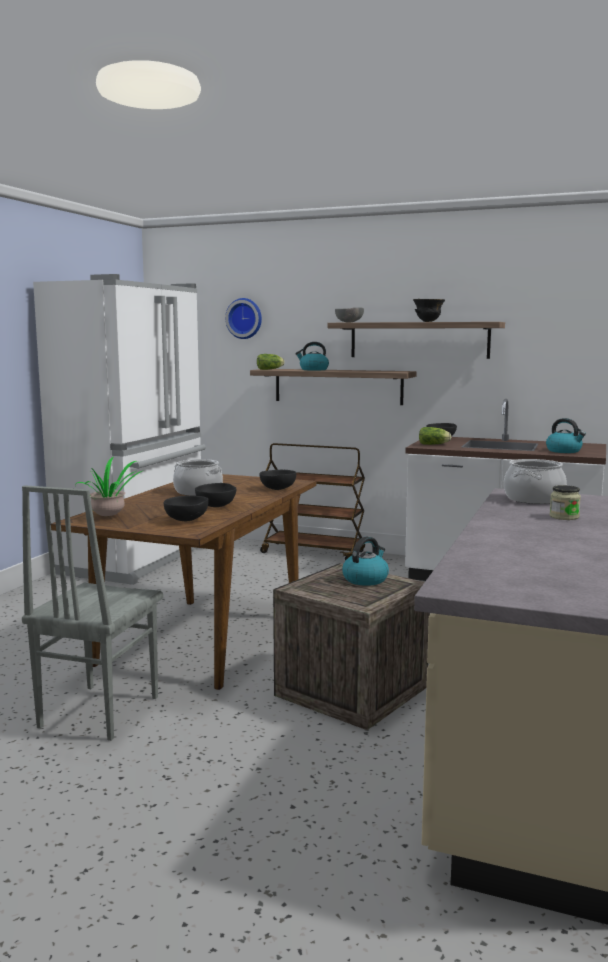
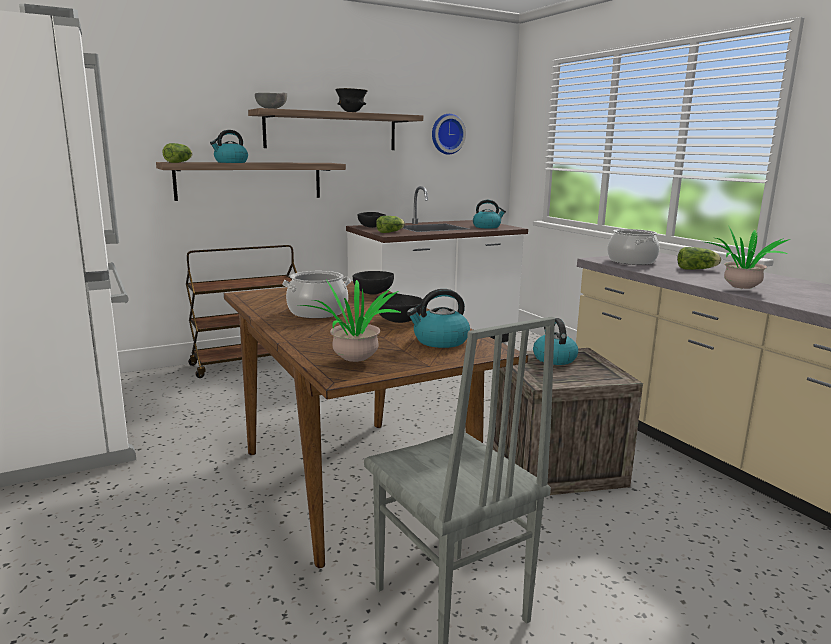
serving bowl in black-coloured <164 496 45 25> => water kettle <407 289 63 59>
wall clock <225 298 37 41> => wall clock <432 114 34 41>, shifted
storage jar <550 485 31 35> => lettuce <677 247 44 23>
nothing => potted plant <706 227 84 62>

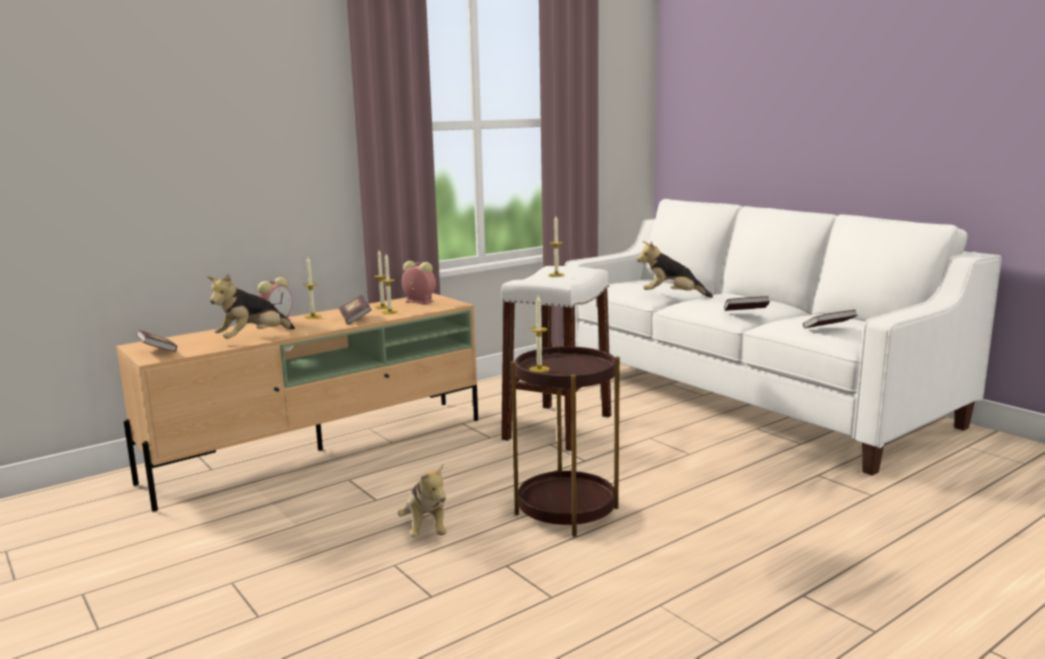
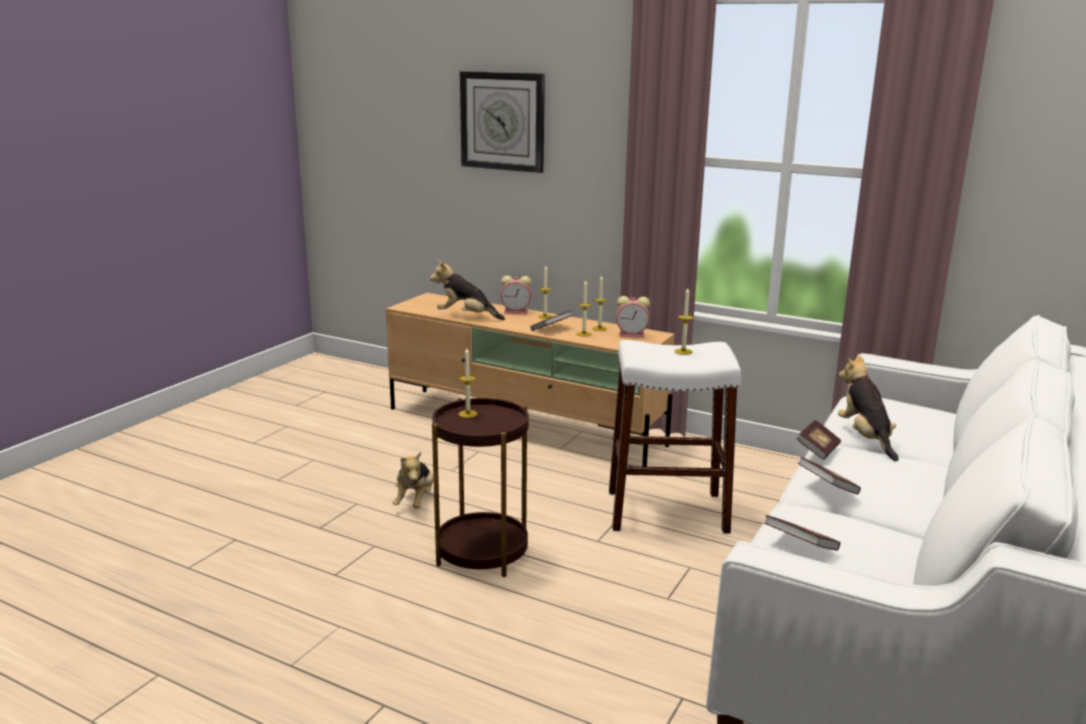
book <136 330 41 22> => book <796 420 45 40>, shifted
soft toy <398 464 48 73> => soft toy <393 452 41 56>, 45 degrees counterclockwise
table clock <402 261 34 43> => table clock <616 296 34 42>, 90 degrees clockwise
nothing => wall clock <460 71 85 102>

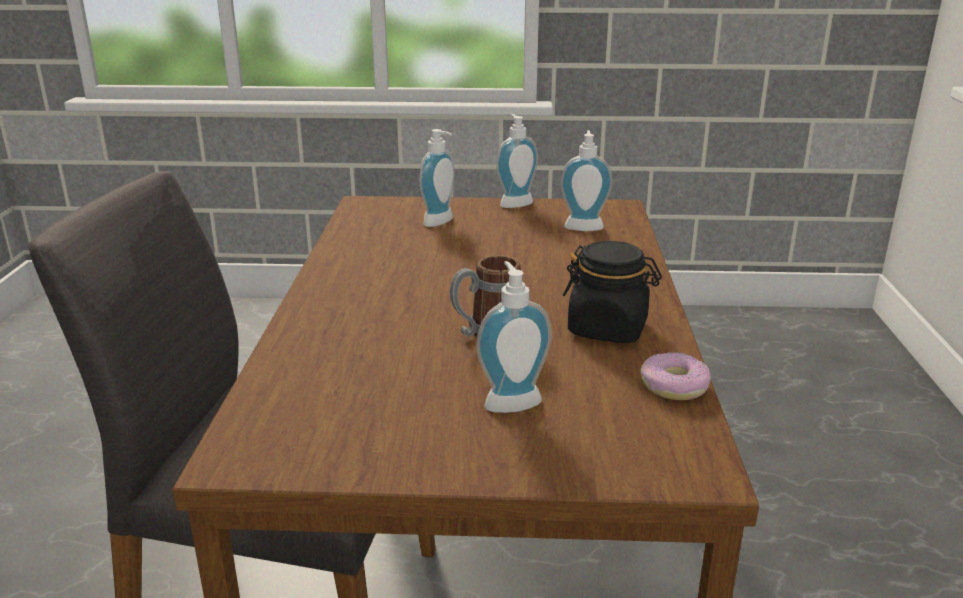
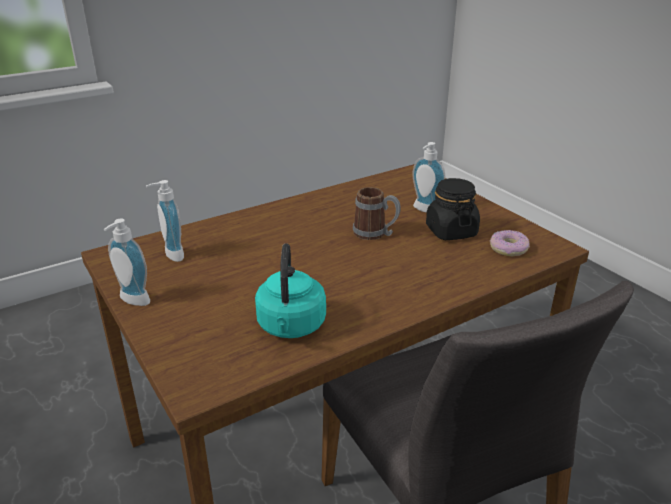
liquid soap bottle <420 129 34 98> => nothing
storage jar in black-coloured <563 241 99 102> => storage jar in black-coloured <426 178 54 62>, shifted
doughnut <640 352 71 48> => doughnut <490 230 40 26>, shifted
nothing => water kettle in turquoise-coloured <255 243 71 95>

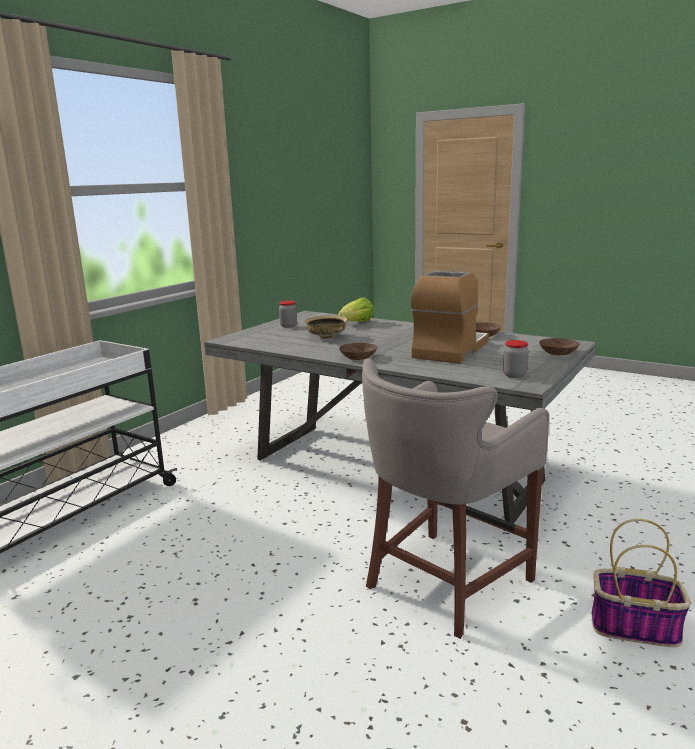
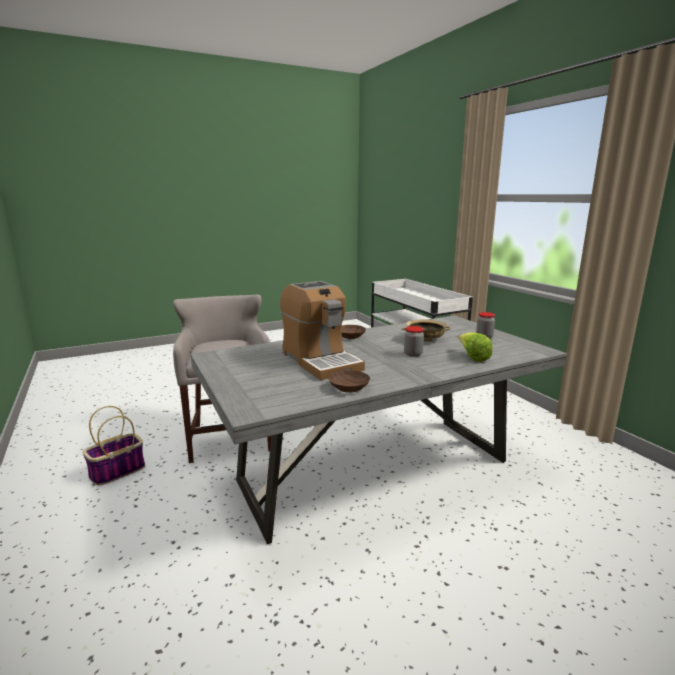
storage jar <503 340 25 38> => storage jar <404 326 20 31>, shifted
serving bowl in brown-coloured <539 338 40 17> => nothing

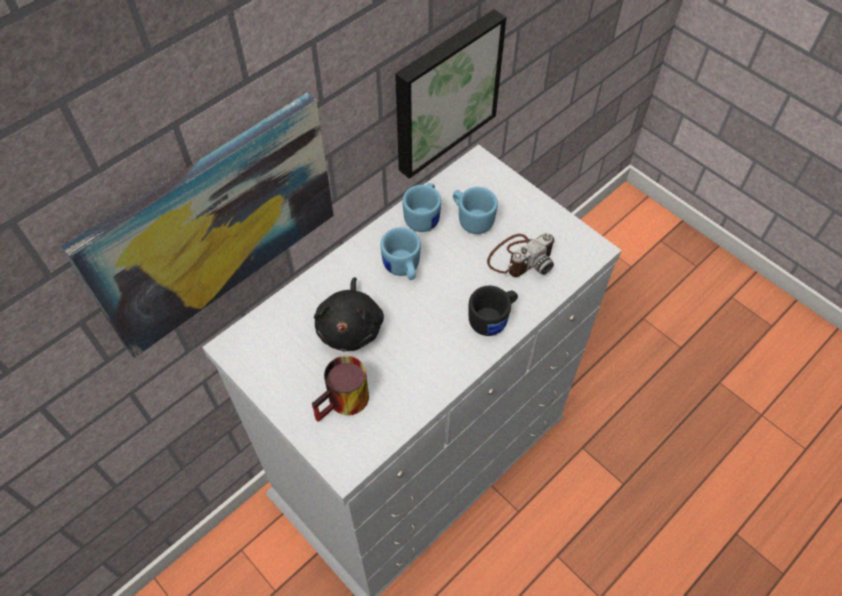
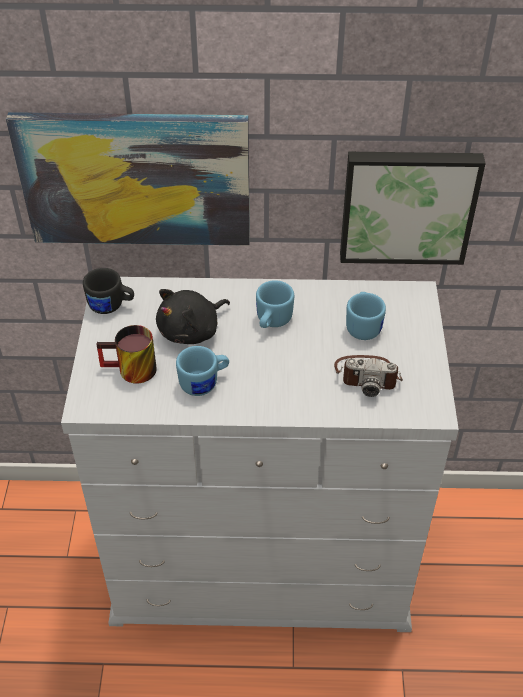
tea mug in bluish <402 183 39 49> => tea mug in bluish <176 346 53 50>, shifted
tea mug in black-coloured <469 286 49 50> => tea mug in black-coloured <83 268 51 46>, shifted

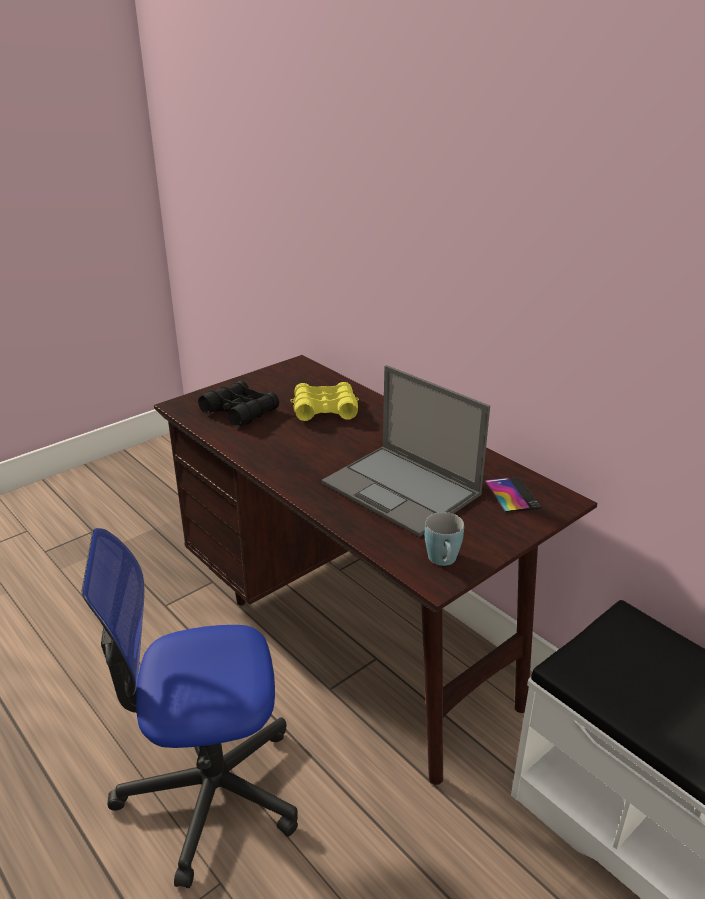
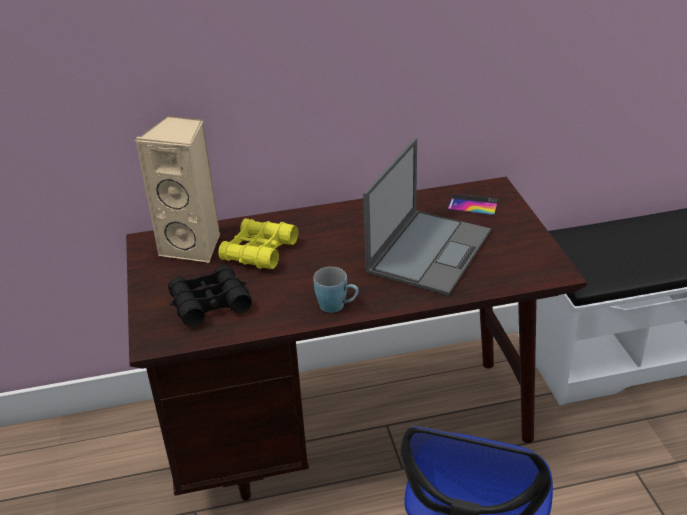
laptop <322 365 168 172> => laptop <363 138 128 158>, 45 degrees counterclockwise
tea mug in bluish <425 512 39 54> => tea mug in bluish <313 267 46 46>, shifted
nothing => speaker in beige <135 116 85 148>

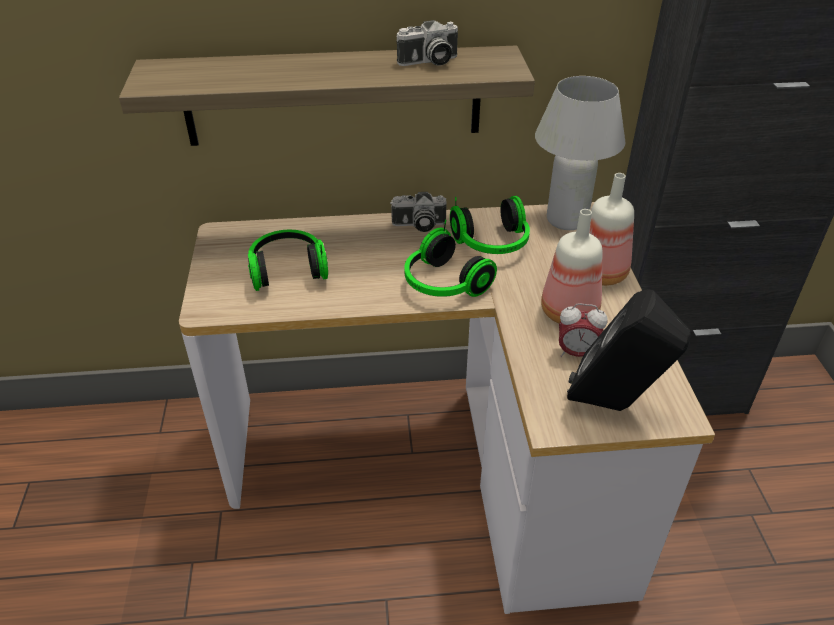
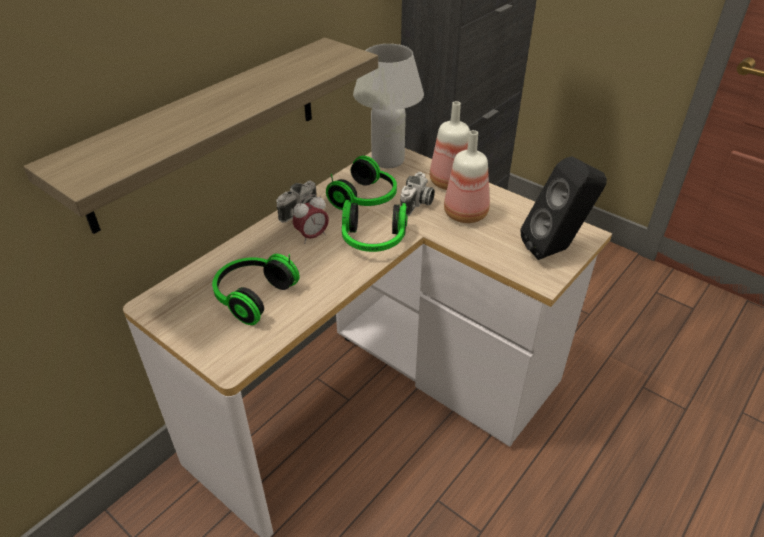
photo camera <396 20 62 46> => photo camera <400 172 35 44>, shifted
table clock <559 303 49 54> => table clock <293 194 36 50>, shifted

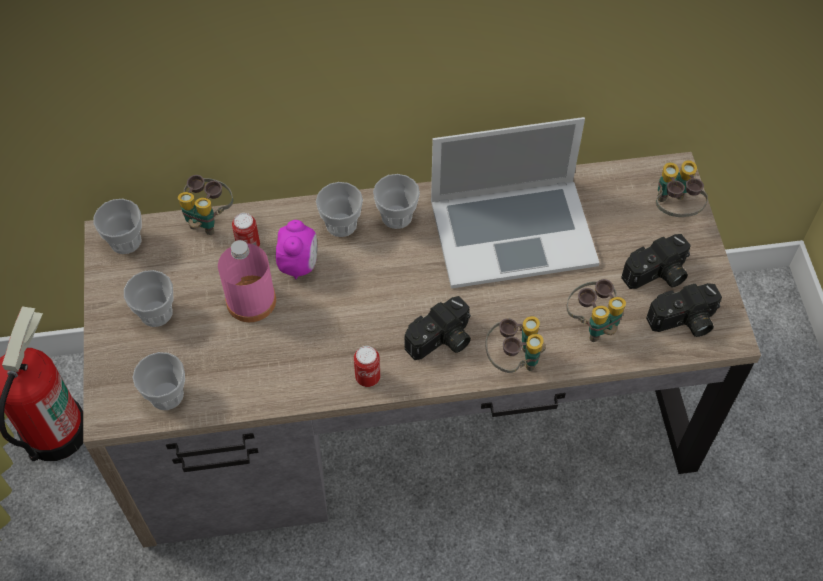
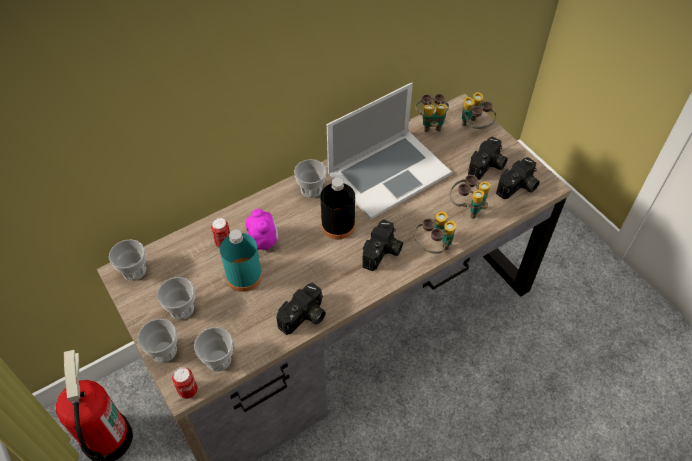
field glasses <178 175 55 60> => field glasses <415 94 34 38>, shifted
bottle in pink <218 240 58 82> => bottle in turquoise-coloured <220 230 43 62>
drinking cup <316 182 47 55> => drinking cup <137 319 40 44>, shifted
sealed can <354 346 26 41> => sealed can <172 367 26 32>, shifted
nothing => photo camera <276 283 50 52>
nothing => bottle in black-coloured <320 178 35 61>

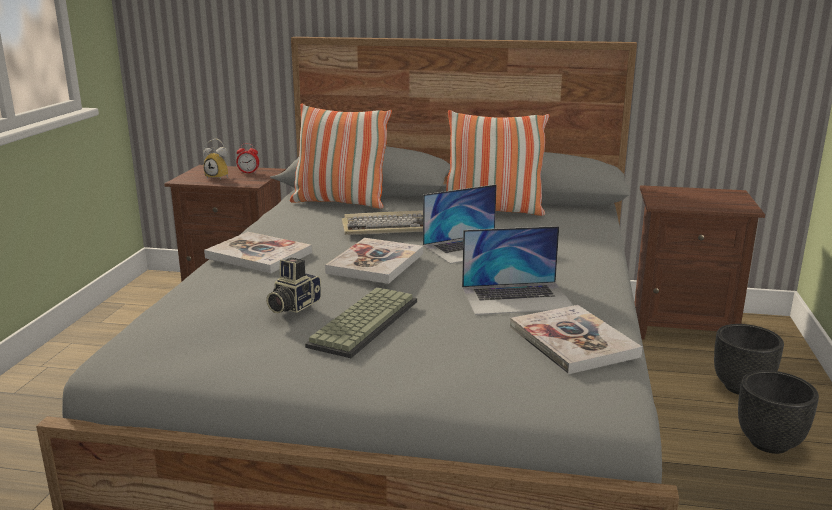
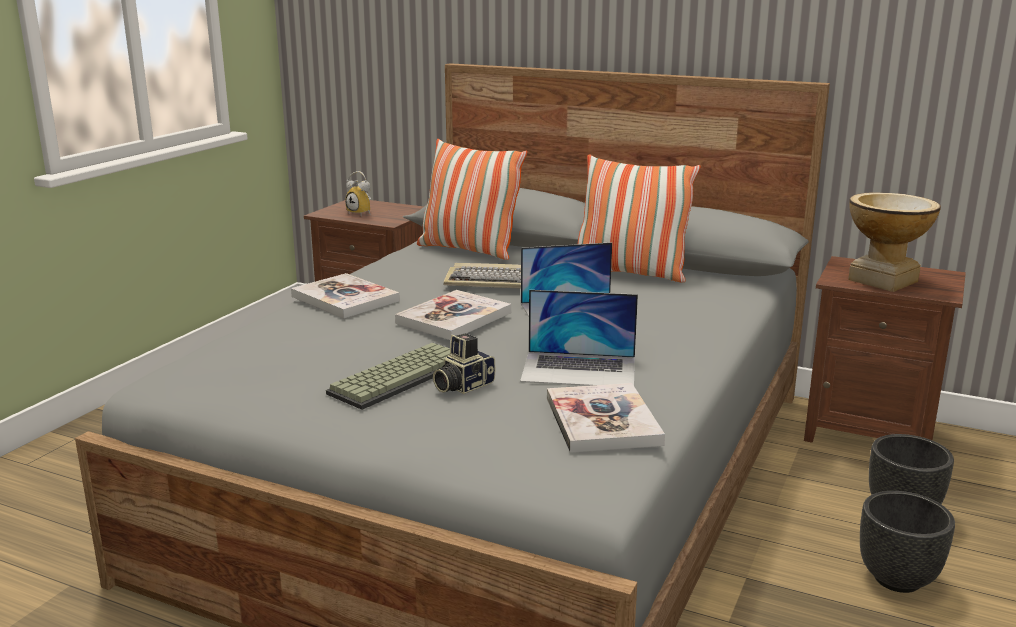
table clock <236 144 23 29> => nothing
photo camera <266 257 55 56> => photo camera <433 334 62 60>, shifted
nothing => decorative vase <848 193 93 99>

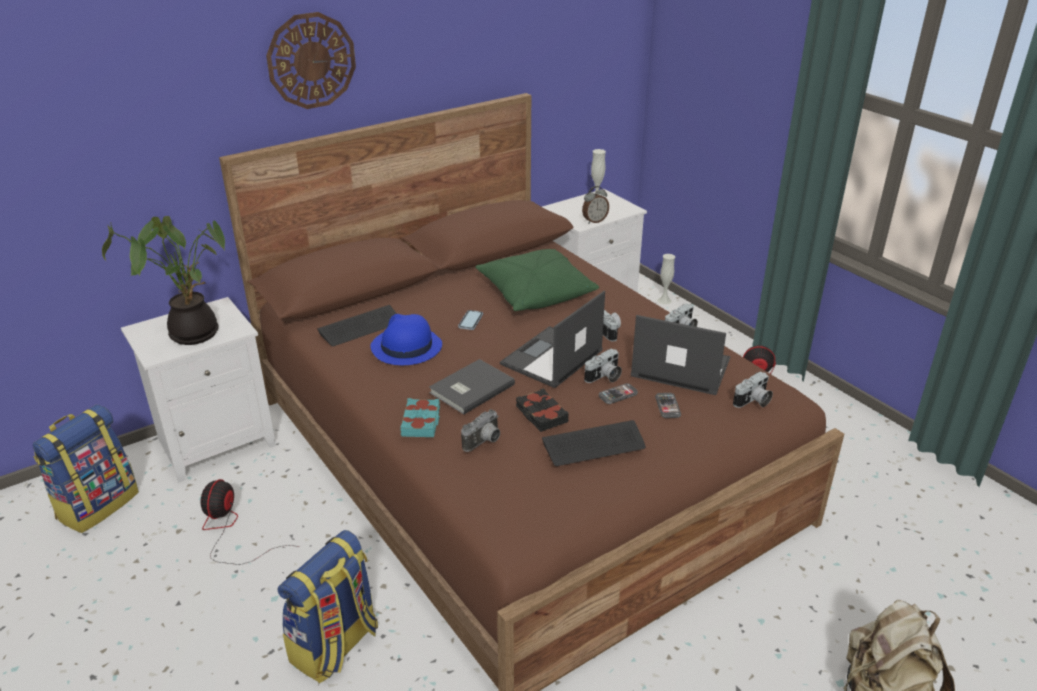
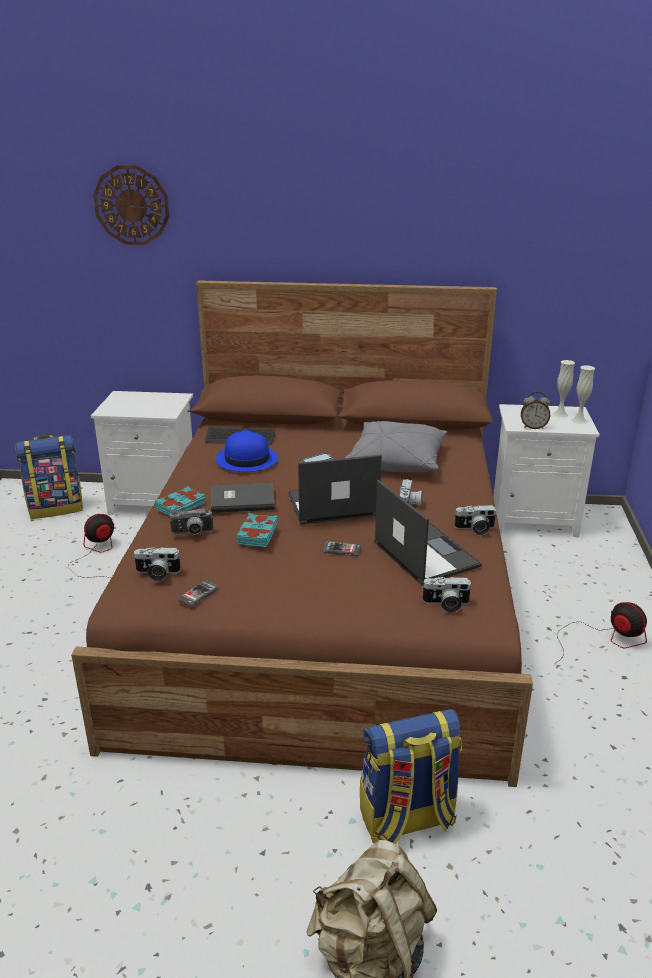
potted plant <102 216 123 129> => nothing
wall clock <266 12 90 97> => wall clock <93 165 76 80>, shifted
knapsack <277 530 101 153> => knapsack <360 709 102 135>, shifted
throw pillow in greenish <475 249 124 62> => throw pillow in greyish <345 421 102 52>
book in black-coloured <516 388 53 44> => book in turquoise-coloured <237 513 41 34>
PC keyboard <542 420 104 46> => nothing
photo camera <584 348 38 35> => photo camera <133 547 48 34>, shifted
telephone <655 393 26 25> => telephone <178 580 40 26>, shifted
decorative vase in white <657 254 18 51> => decorative vase in white <571 365 24 59>, shifted

